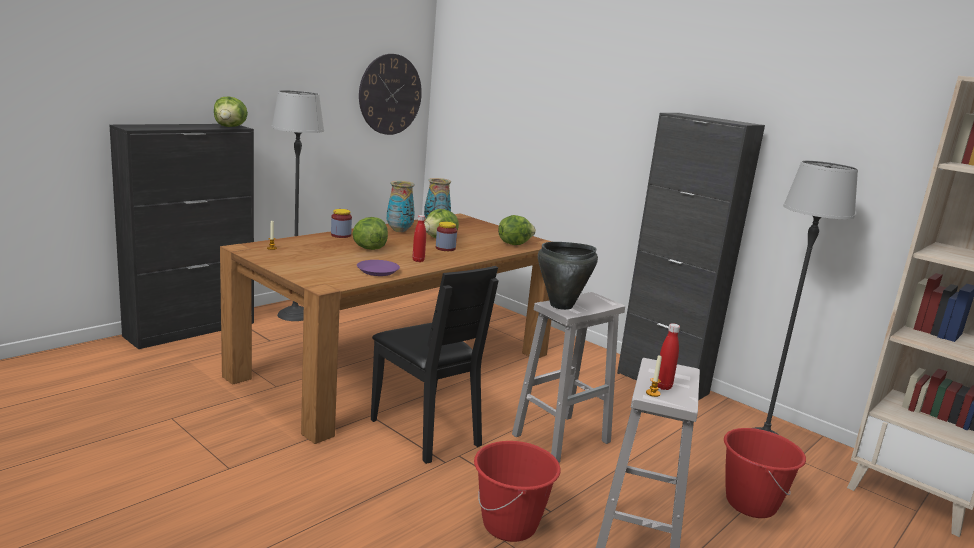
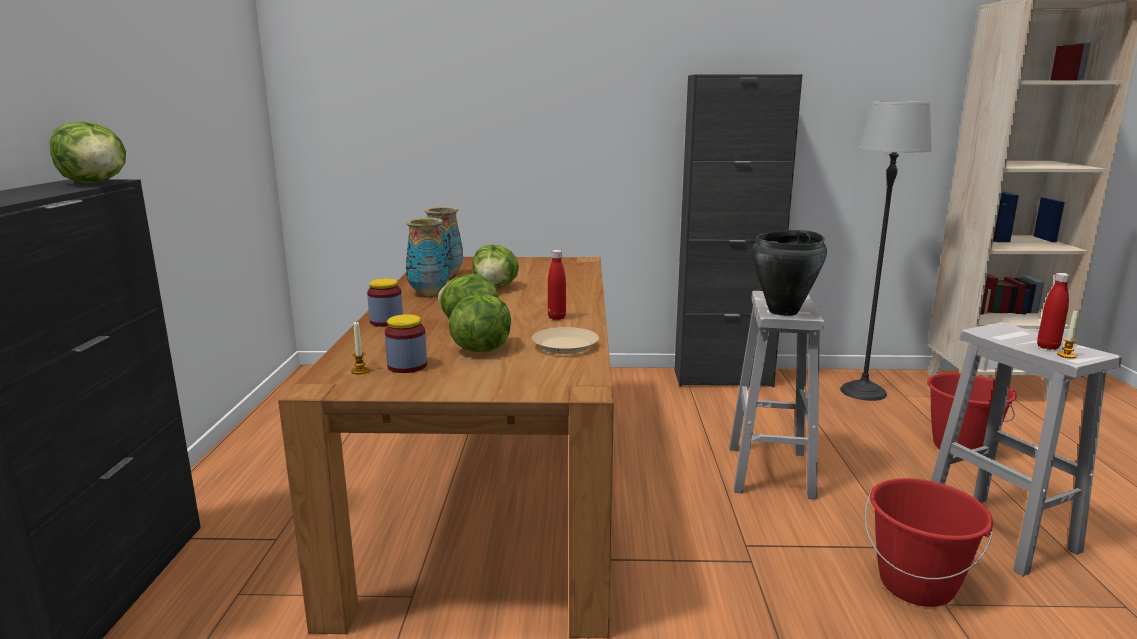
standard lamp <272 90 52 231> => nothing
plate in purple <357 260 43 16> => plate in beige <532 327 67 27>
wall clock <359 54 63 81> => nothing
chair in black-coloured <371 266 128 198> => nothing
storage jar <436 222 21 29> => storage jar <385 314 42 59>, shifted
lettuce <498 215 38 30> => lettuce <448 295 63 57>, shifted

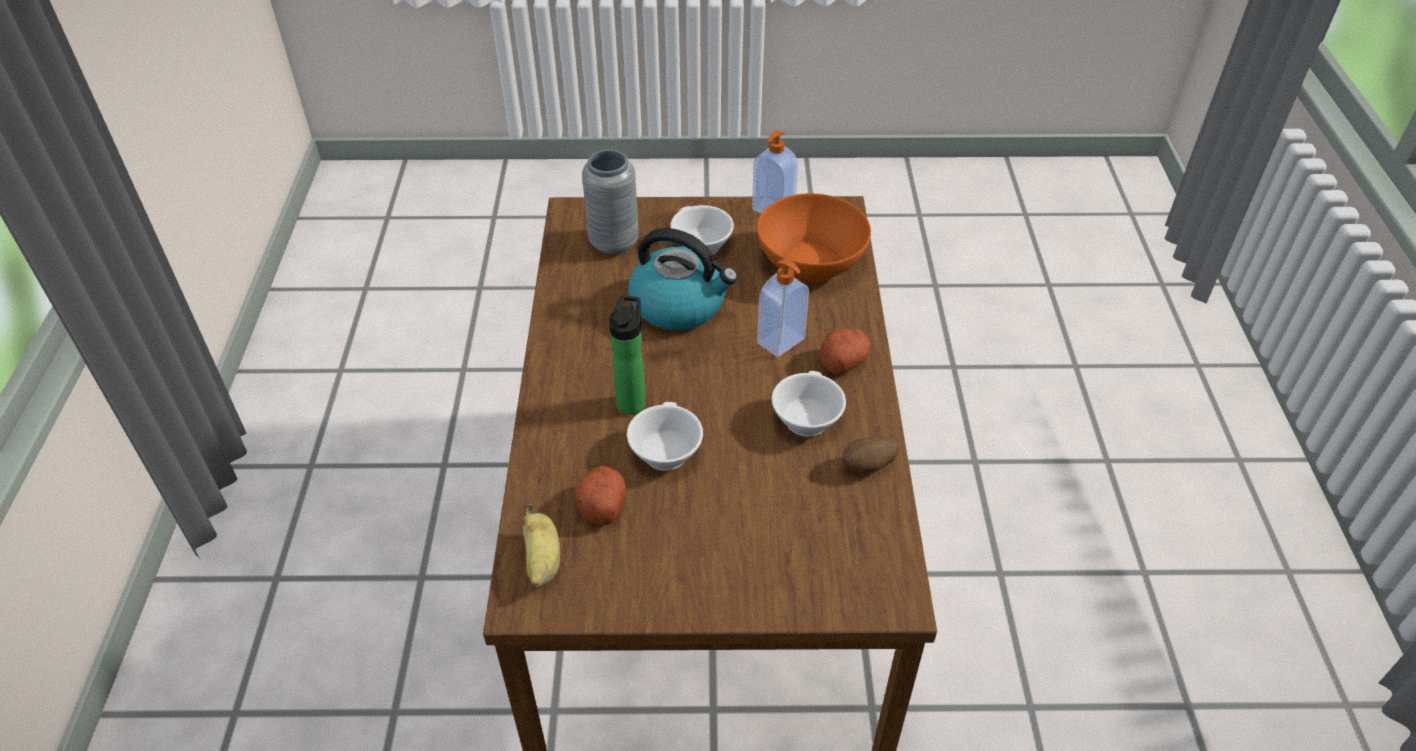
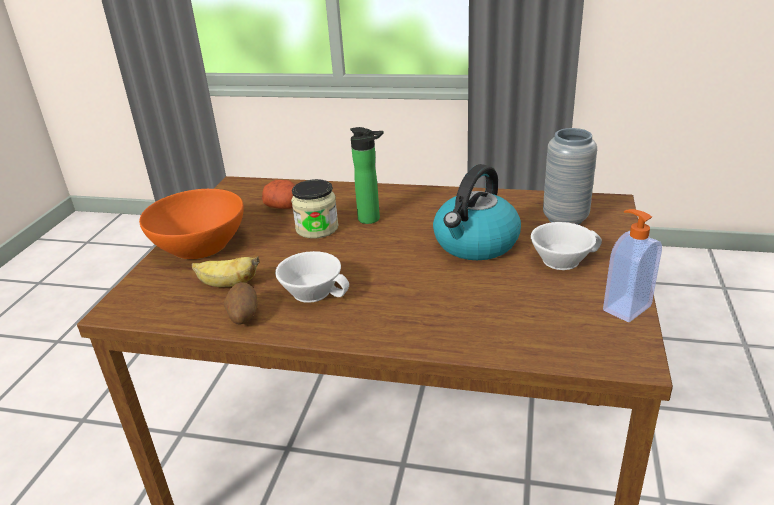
whole banana <523 504 37 84> => whole banana <192 256 68 31>, shifted
drinking cup in white <627 402 76 69> => storage jar <291 179 48 59>
serving bowl in orange <757 193 114 89> => serving bowl in orange <139 189 105 70>, shifted
liquid soap bottle <757 258 52 99> => nothing
whole potato <820 328 50 47> => nothing

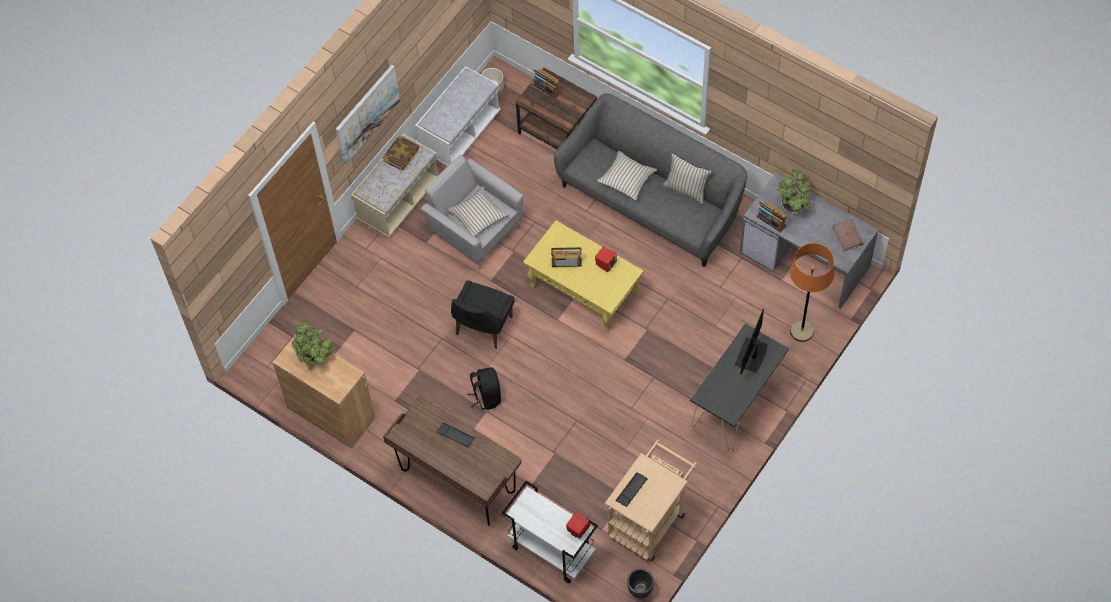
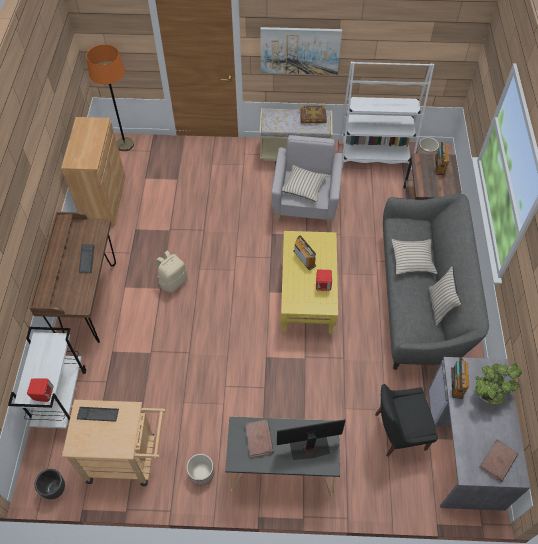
potted plant <292 322 41 42> => nothing
bench in white <415 66 86 100> => shelving unit in white <339 61 95 109>
chair in black-coloured <451 280 64 69> => chair in black-coloured <375 384 63 73>, shifted
knapsack in black-coloured <467 367 34 43> => knapsack in beige <156 250 32 43>
standard lamp in orange <790 243 44 99> => standard lamp in orange <86 44 48 107>, shifted
nothing => plant pot <187 454 27 32>
nothing => book in brown-coloured <245 420 29 38>

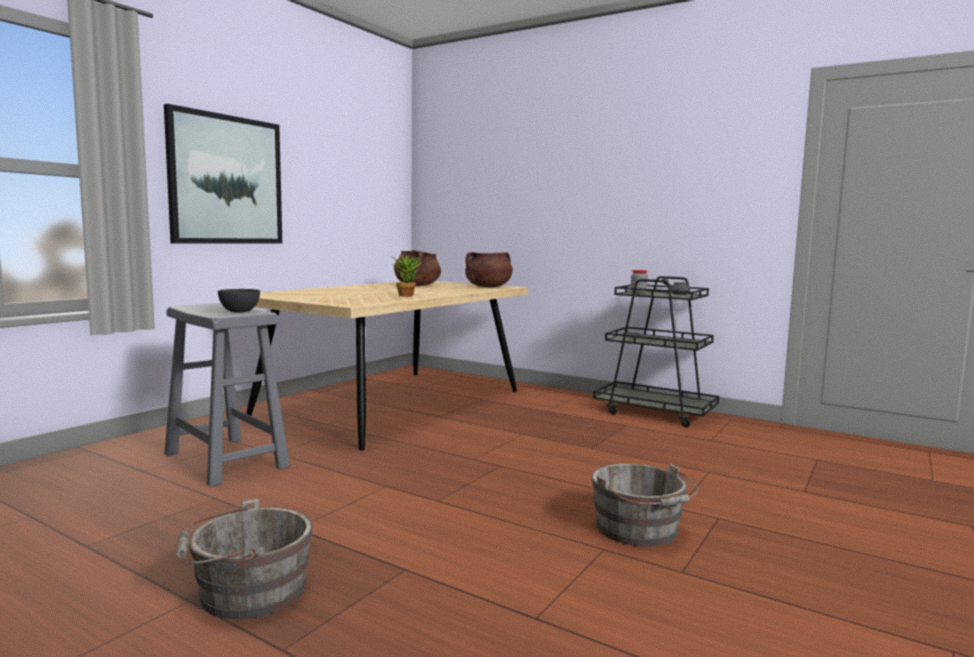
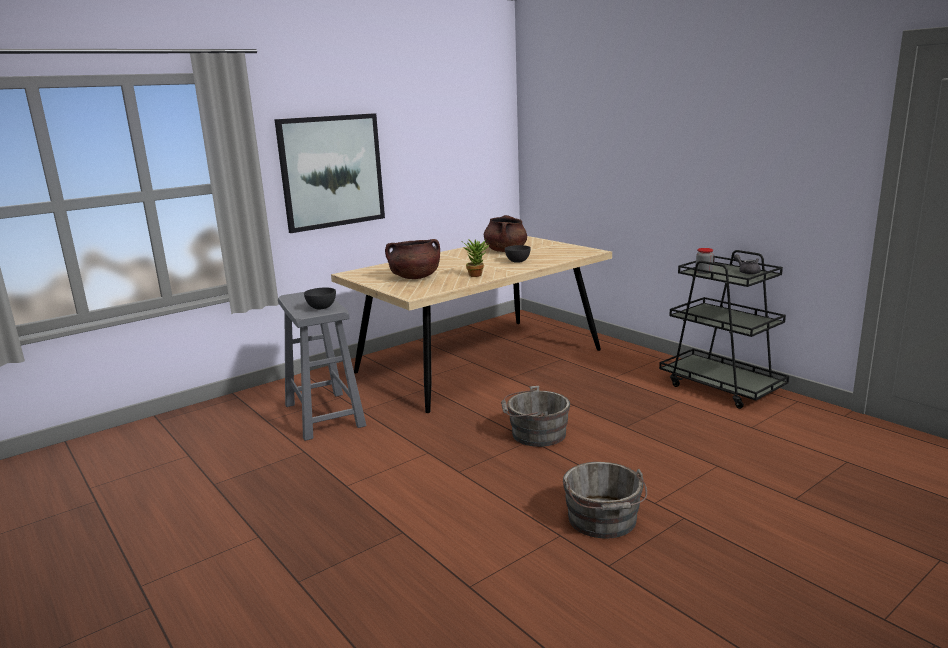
water bucket in greyish <176 499 137 120> => water bucket in greyish <501 386 69 61>, shifted
cooking pot in brown-coloured <465 252 48 35> => cooking pot in brown-coloured <385 239 55 40>, shifted
nothing => serving bowl in greyish <505 245 26 18>

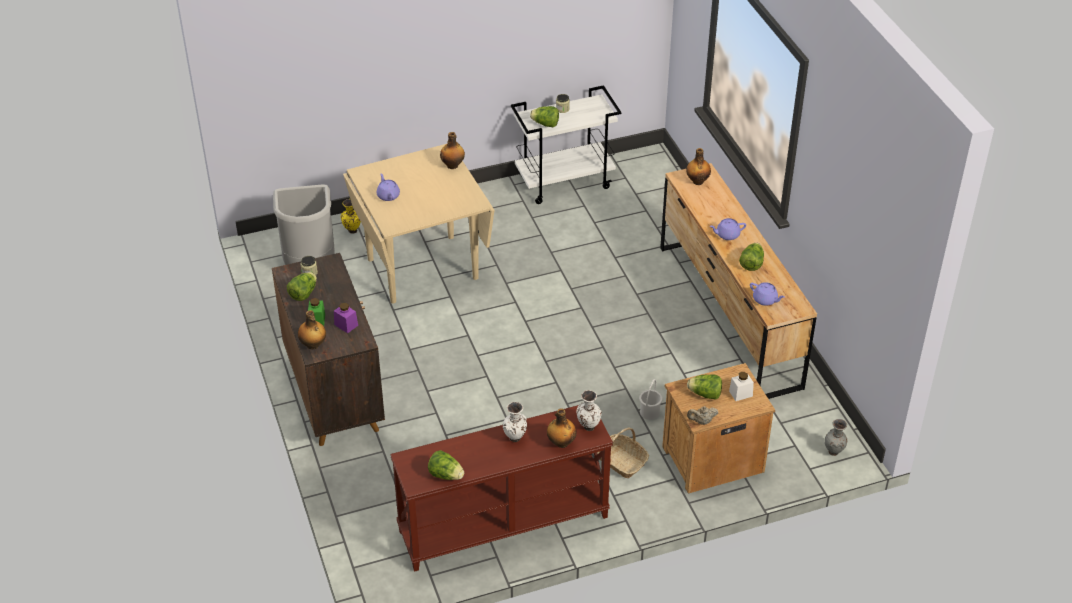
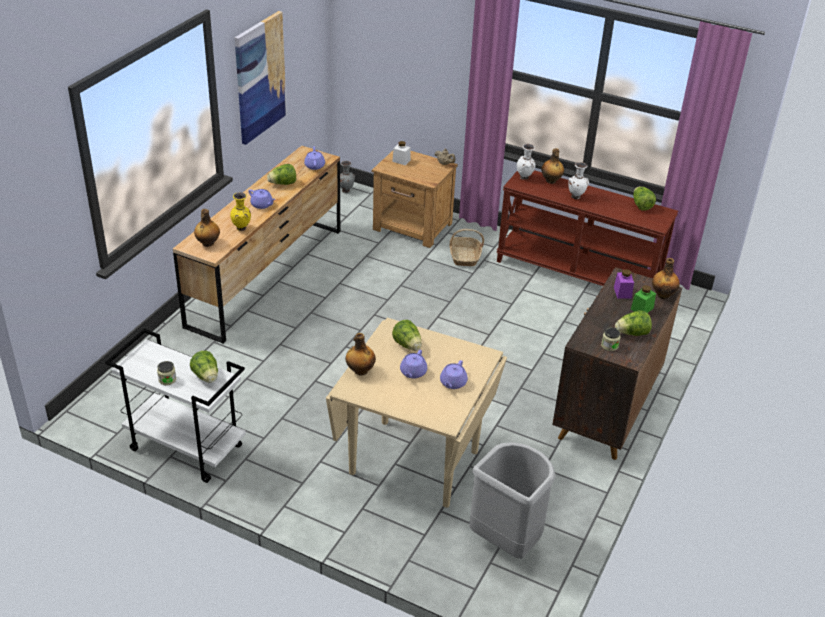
decorative vase in yellow-coloured <341 199 20 35> => decorative vase in yellow-coloured <230 192 21 39>, shifted
water bucket in white <639 379 23 41> => nothing
lettuce <687 374 35 26> => lettuce <392 320 30 31>, shifted
nothing => wall picture <235 11 52 134>
nothing => tea pot in purple <400 350 27 28>

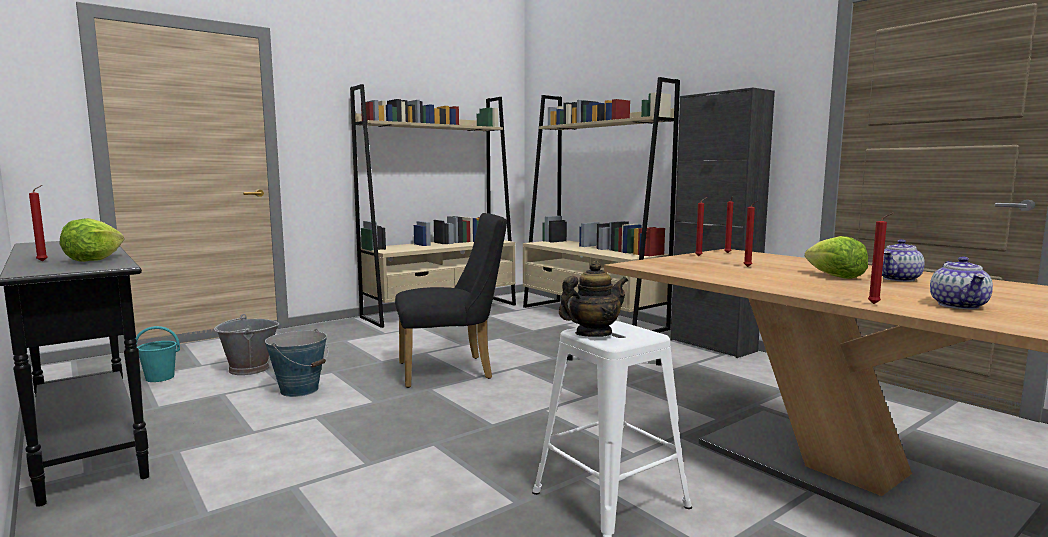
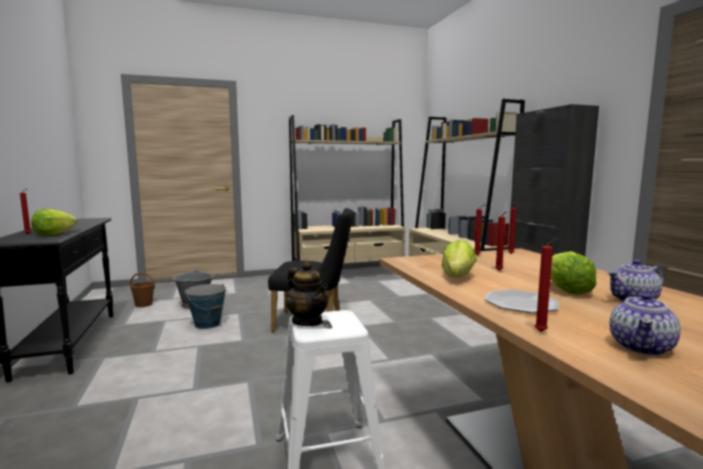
water bucket in turquoise-coloured <135 326 45 56> => water bucket in brown-coloured <130 273 25 34>
tea pot <559 261 69 76> => tea pot <285 261 44 65>, 60 degrees clockwise
nothing => lettuce <442 240 34 38>
nothing => plate <484 289 75 24>

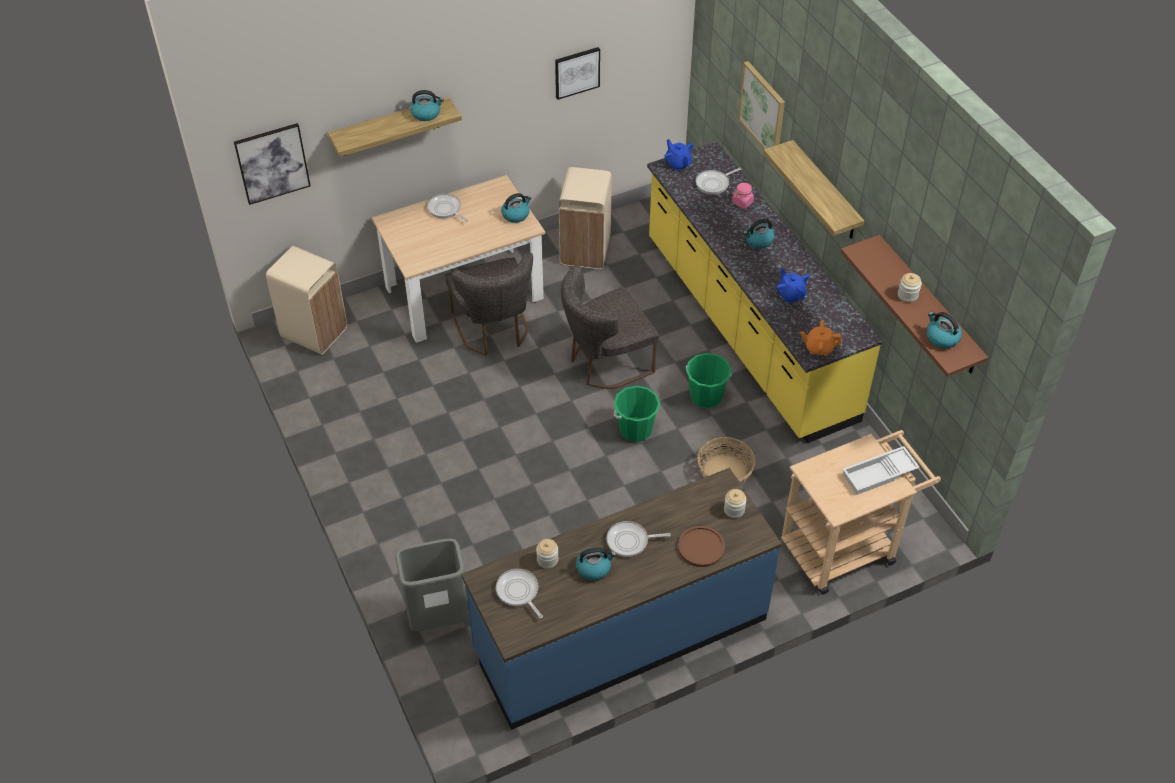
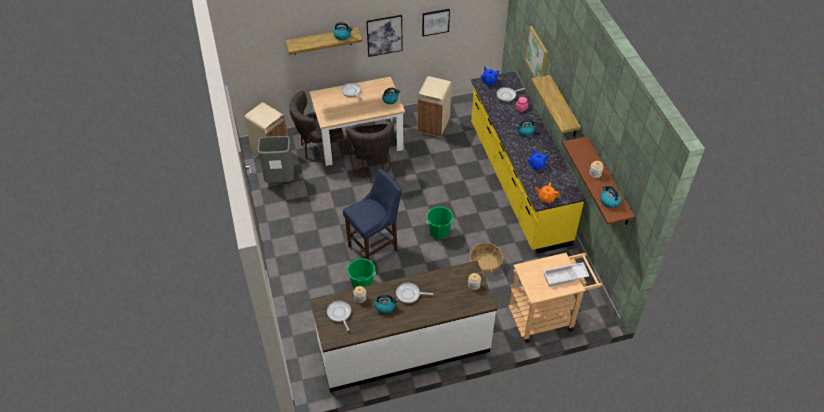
wall picture <234 123 77 82> => wall picture <366 15 37 42>, shifted
rubbish bin in greyish <395 538 73 93> => rubbish bin in greyish <257 136 37 47>, shifted
counter in bluish <461 468 321 262> => counter in white <310 261 187 131>
chair in greyish <561 265 98 124> => chair in greyish <290 90 55 72>, shifted
plate in brown-coloured <678 526 47 41> => nothing
water bucket in greenish <686 353 46 55> => water bucket in greenish <347 258 29 31>, shifted
nothing => stool in bluish <343 169 59 91>

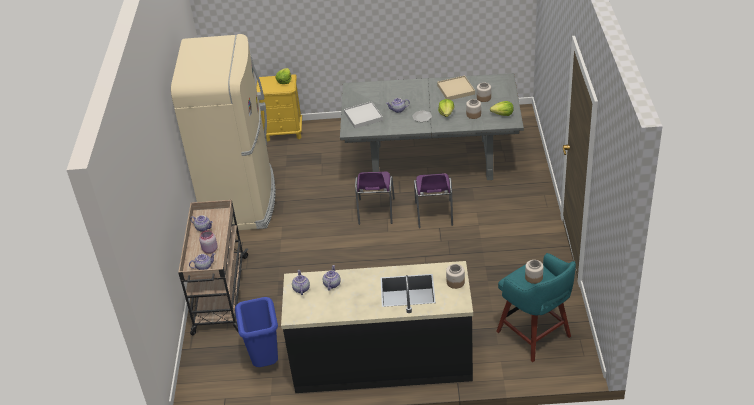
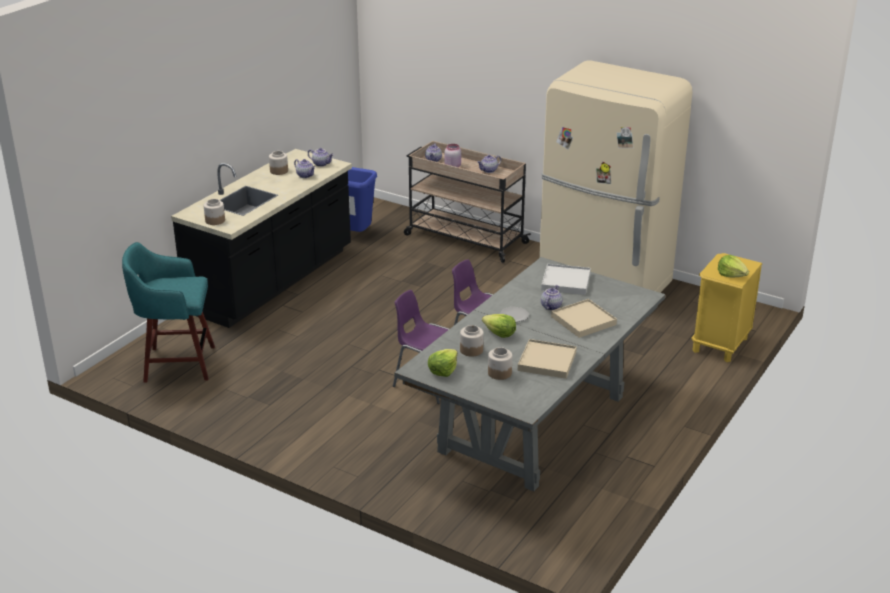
storage jar <525 260 18 24> => storage jar <269 151 19 24>, shifted
nothing => tray in beige <551 299 66 39>

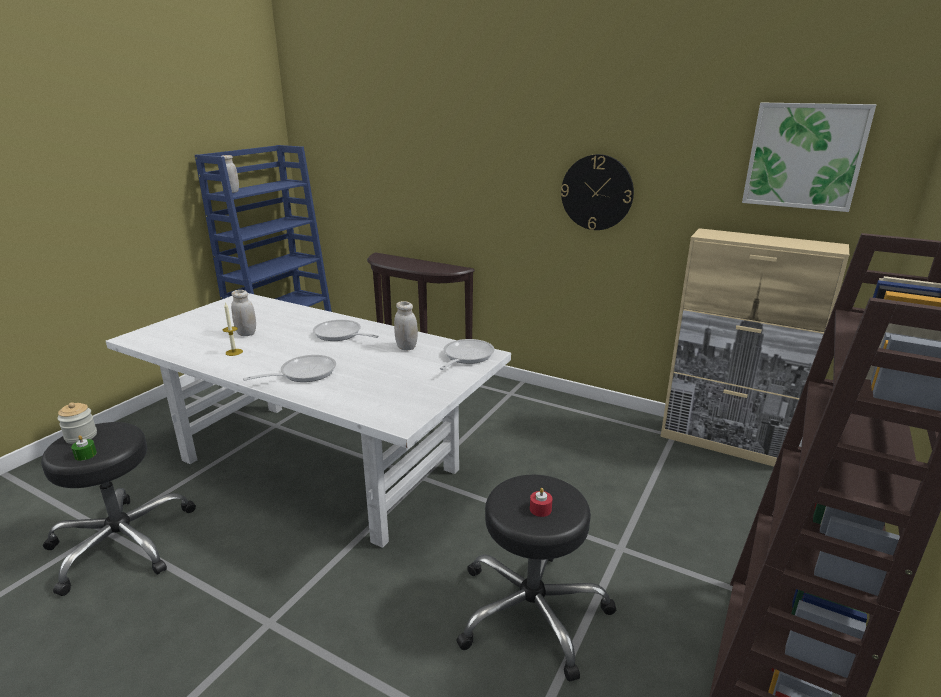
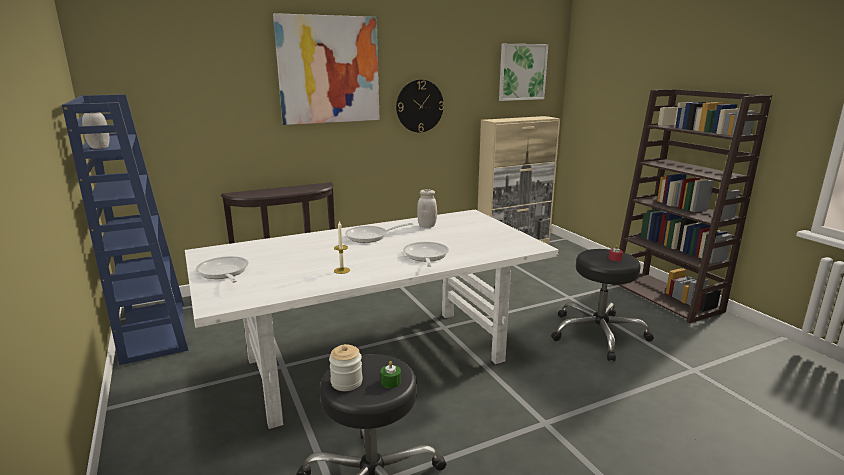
storage jar in white <231 290 25 46> => nothing
skillet <440 339 55 31> => skillet <196 256 53 27>, shifted
nothing => wall picture <273 13 107 112>

